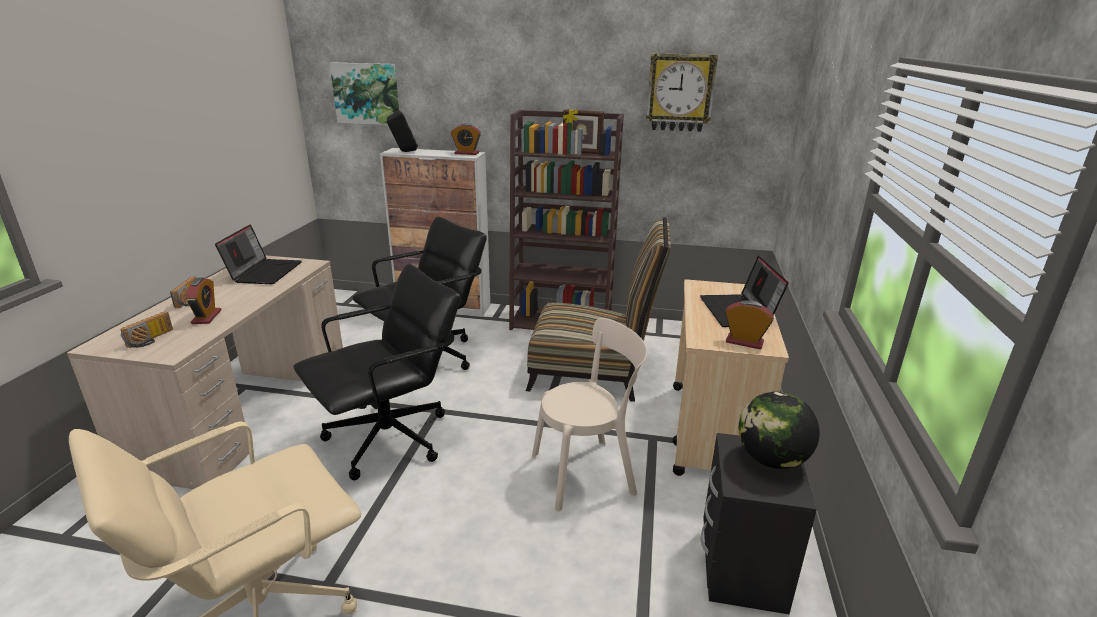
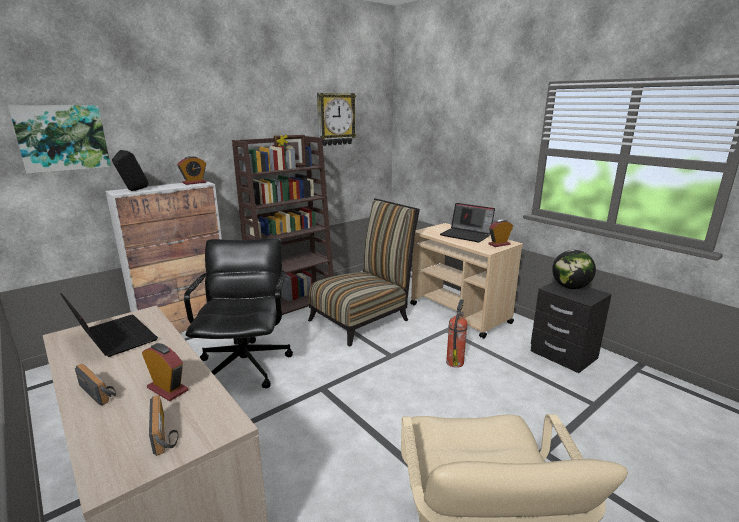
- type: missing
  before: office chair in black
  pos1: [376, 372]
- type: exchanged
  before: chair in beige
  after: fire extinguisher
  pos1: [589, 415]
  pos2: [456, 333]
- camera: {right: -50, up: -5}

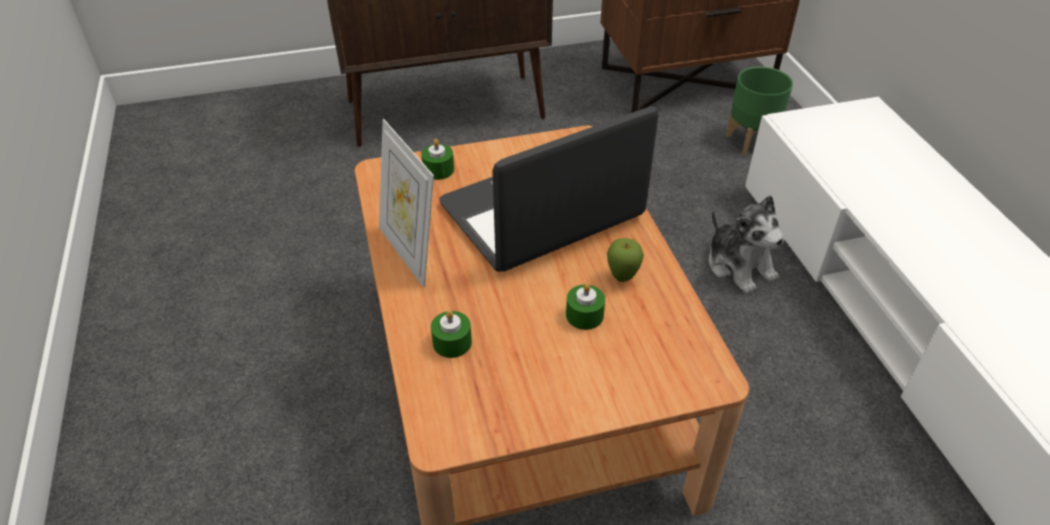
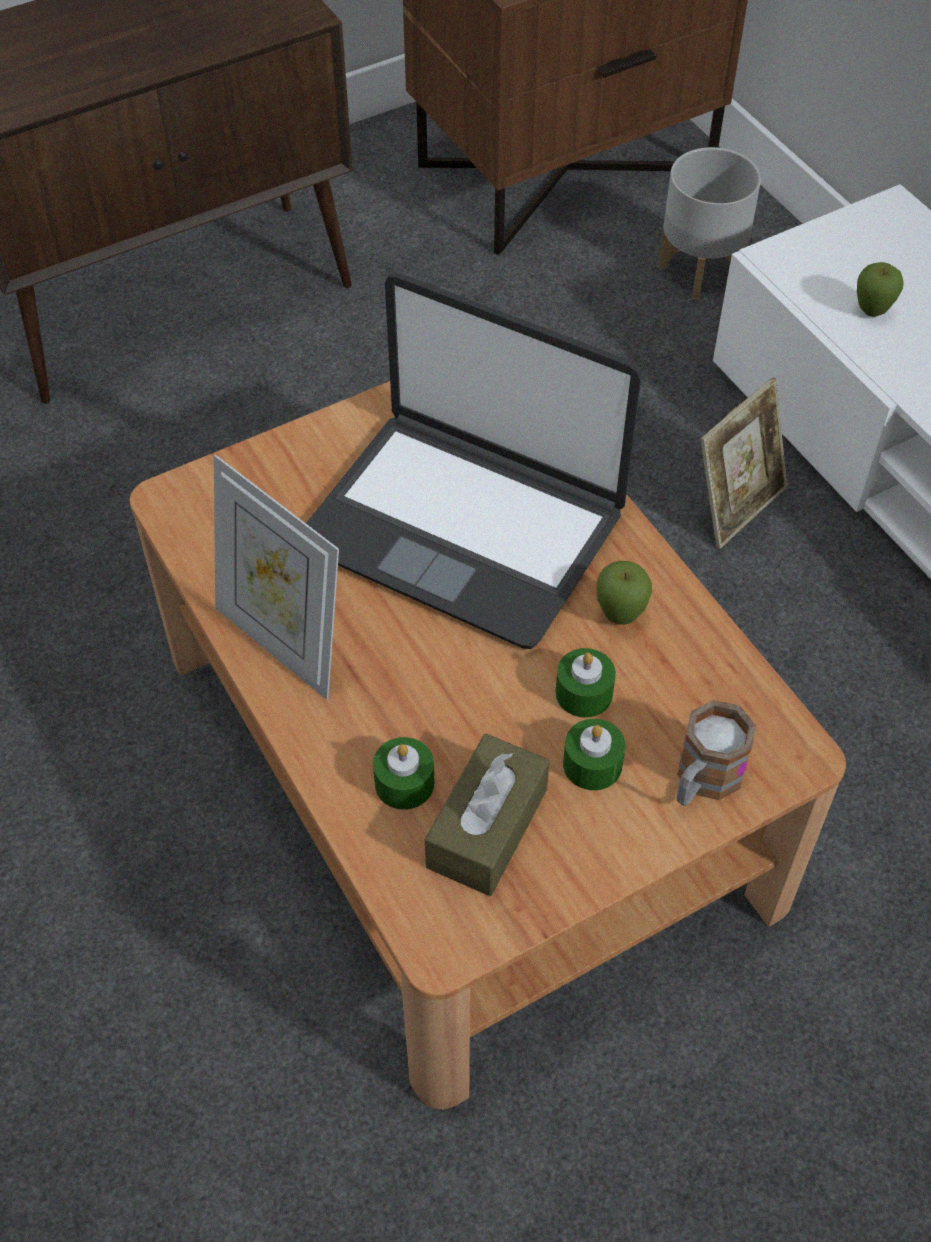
- type: colour
  before: planter in green
  after: planter in grey
  pos1: [759, 111]
  pos2: [709, 223]
- type: spun
  before: laptop
  pos1: [548, 189]
  pos2: [474, 461]
  turn: -105
- type: relocated
  before: candle in green
  pos1: [437, 159]
  pos2: [594, 754]
- type: exchanged
  before: plush toy
  after: picture frame
  pos1: [746, 244]
  pos2: [744, 463]
- type: appeared
  after: apple
  pos2: [880, 289]
- type: appeared
  after: mug
  pos2: [716, 753]
- type: appeared
  after: tissue box in brown
  pos2: [487, 815]
- camera: {right: -15, up: 10}

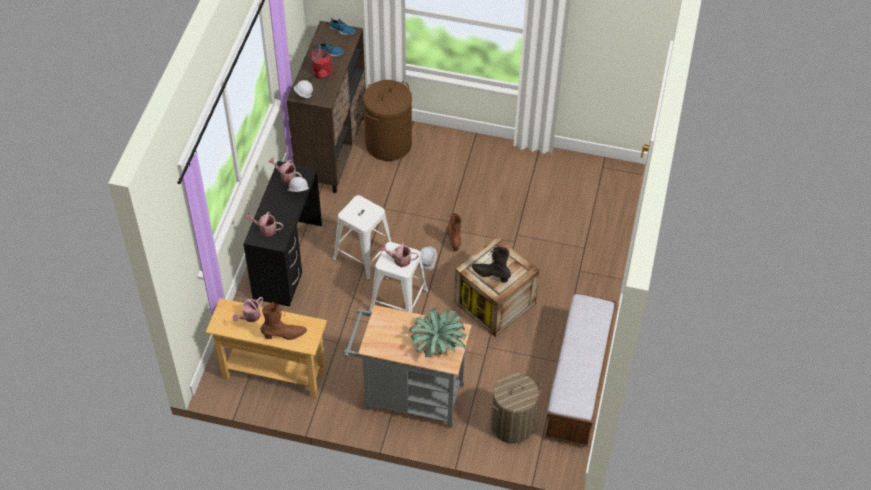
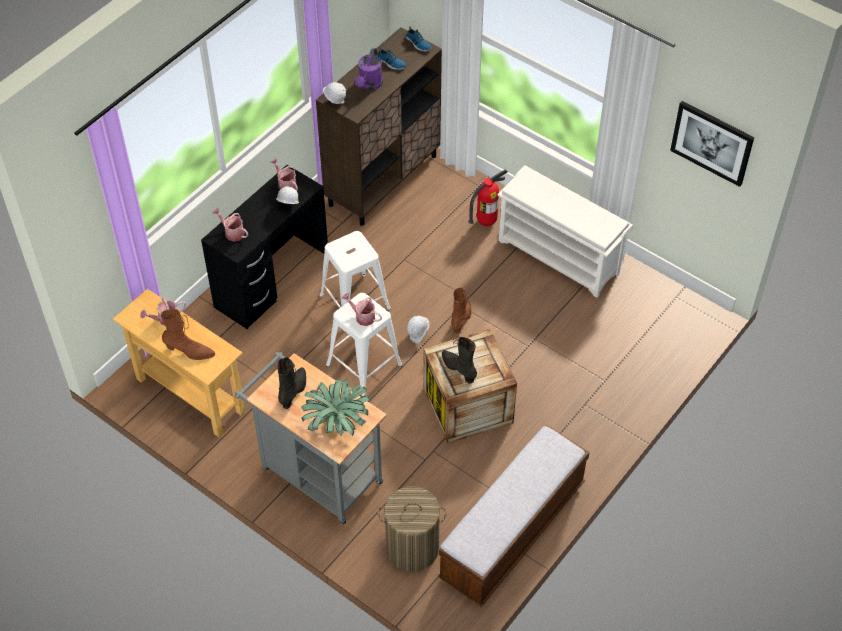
- type: colour
  before: watering can in red
  after: watering can in purple
  pos1: [321, 61]
  pos2: [369, 69]
- type: missing
  before: laundry basket in brown
  pos1: [387, 120]
- type: appeared
  after: picture
  pos2: [712, 144]
- type: appeared
  after: shoe rack in white
  pos2: [565, 231]
- type: appeared
  after: fire extinguisher
  pos2: [487, 197]
- type: appeared
  after: boot in black
  pos2: [292, 383]
- camera: {right: 25, up: 0}

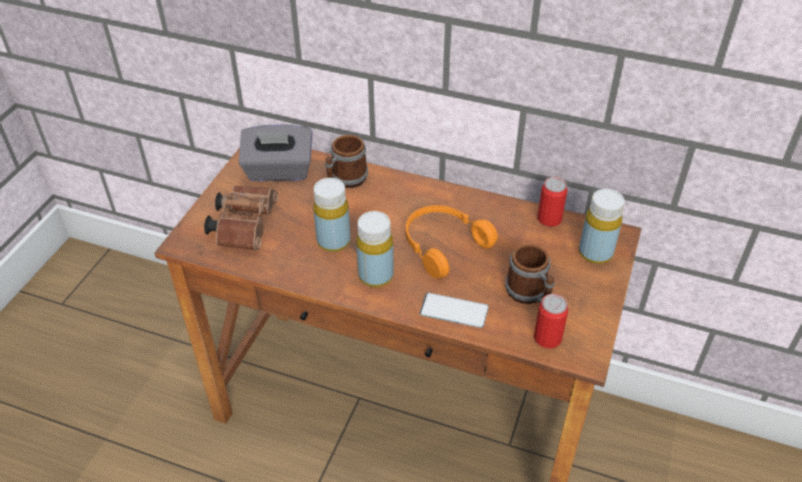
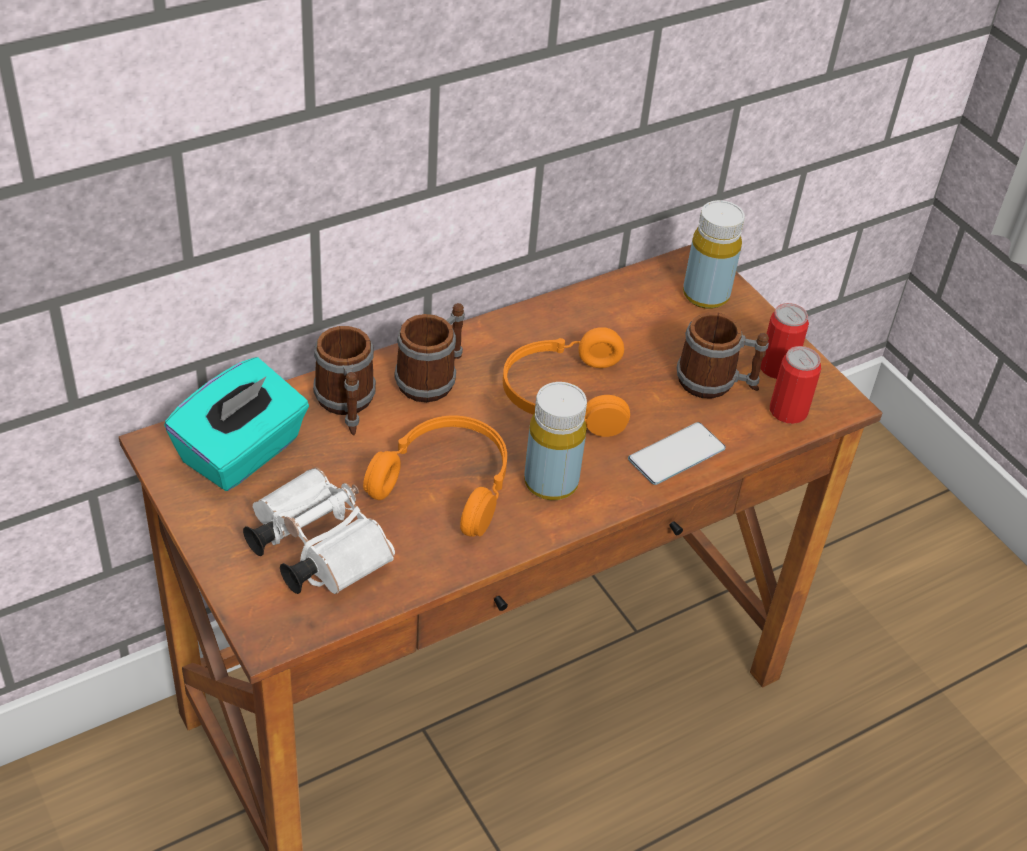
- type: colour
  before: tissue box in grey
  after: tissue box in turquoise
  pos1: [276, 152]
  pos2: [236, 424]
- type: relocated
  before: can
  pos1: [552, 202]
  pos2: [784, 341]
- type: exchanged
  before: bottle in yellow
  after: headphones in orange
  pos1: [332, 215]
  pos2: [435, 476]
- type: colour
  before: binoculars in brown
  after: binoculars in white
  pos1: [241, 218]
  pos2: [319, 530]
- type: appeared
  after: mug
  pos2: [430, 352]
- camera: {right: -55, up: 0}

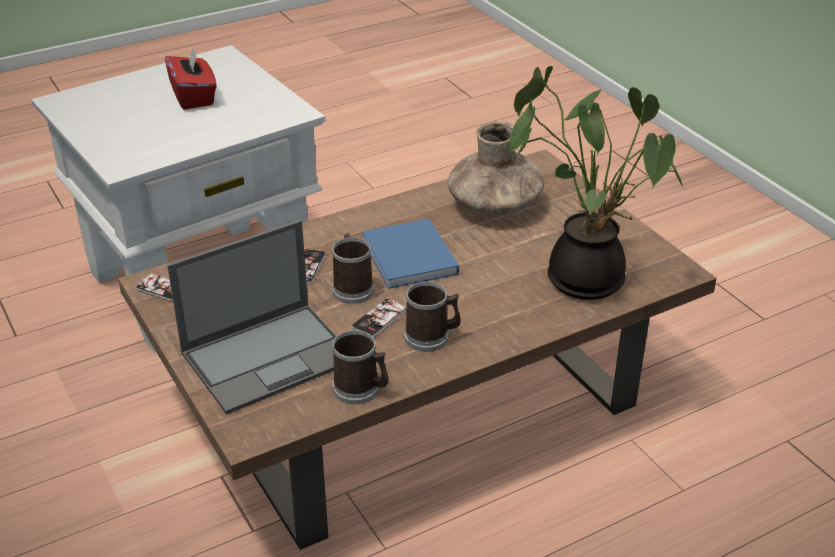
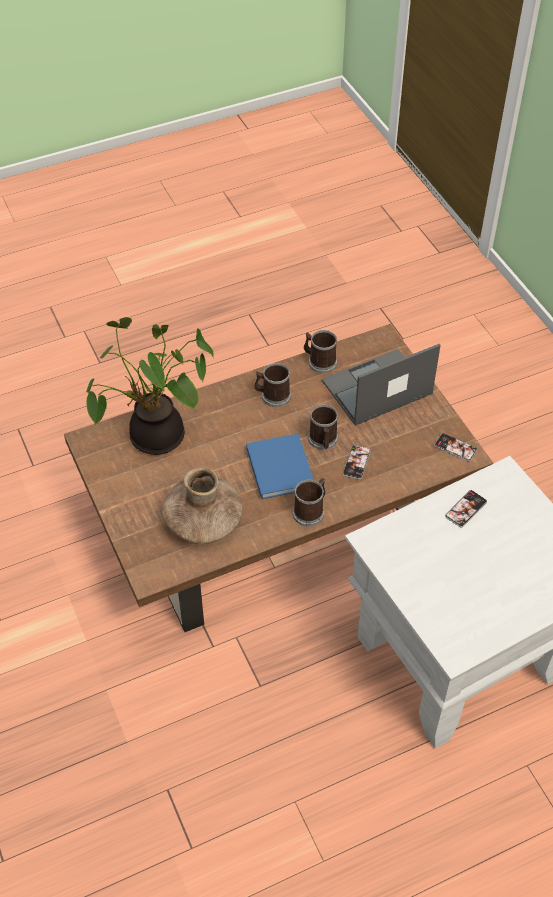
- type: missing
  before: tissue box in red
  pos1: [191, 78]
- type: relocated
  before: phone
  pos1: [379, 317]
  pos2: [466, 508]
- type: appeared
  after: mug
  pos2: [309, 502]
- camera: {right: -175, up: 15}

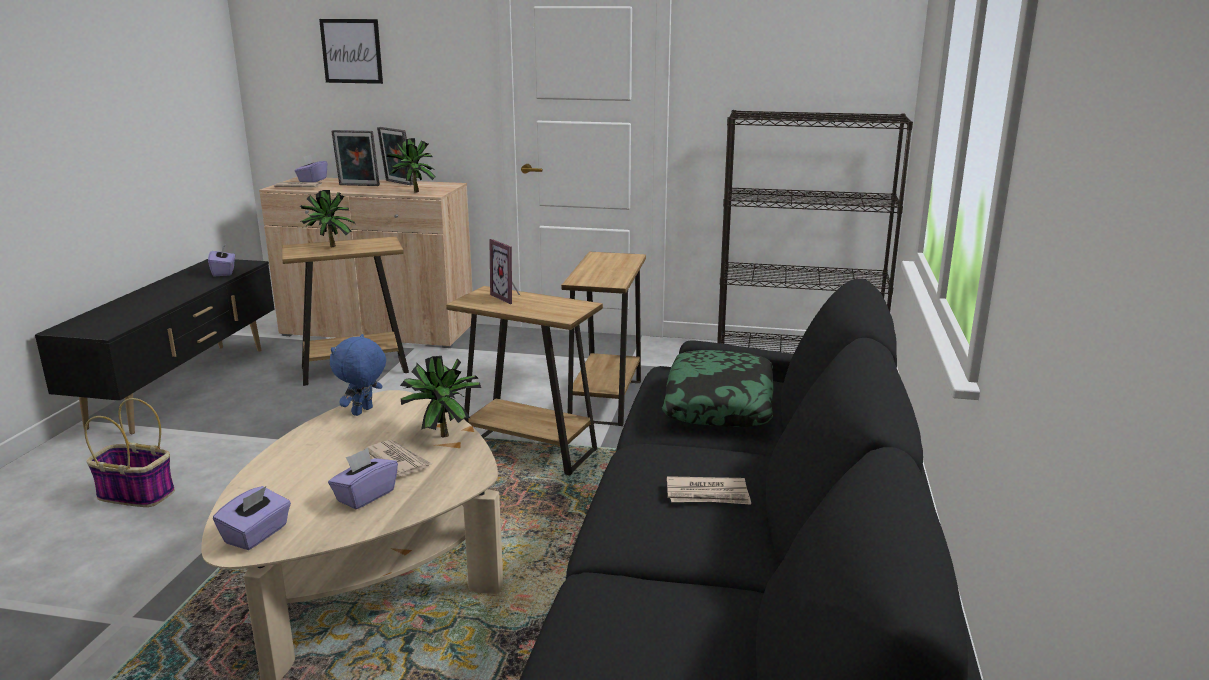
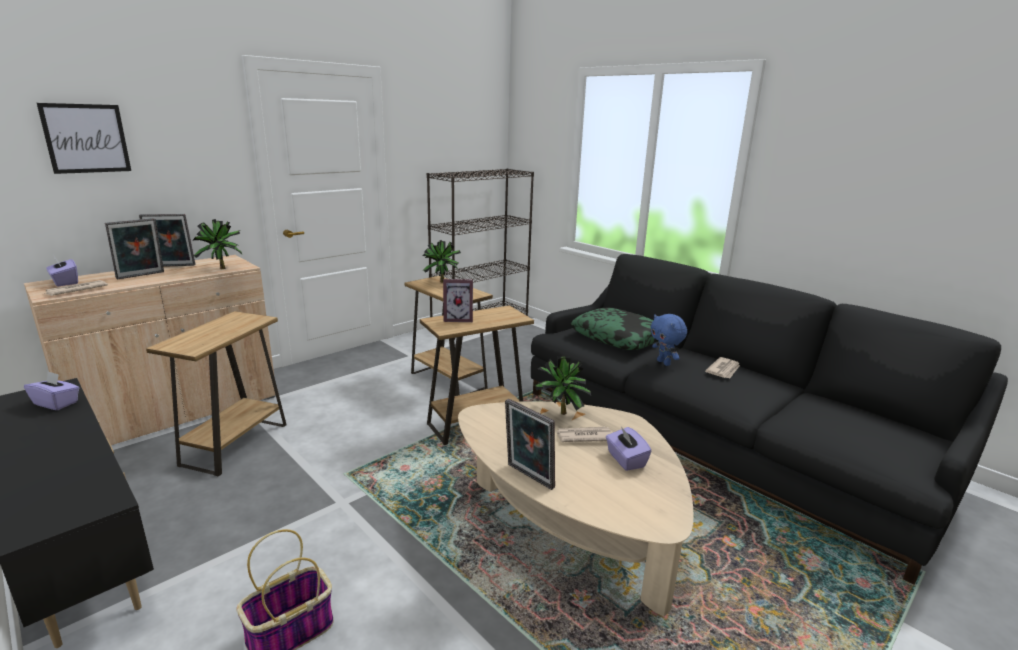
- type: relocated
  before: potted plant
  pos1: [327, 218]
  pos2: [441, 261]
- type: relocated
  before: plush toy in blue
  pos1: [358, 375]
  pos2: [669, 340]
- type: missing
  before: tissue box in purple
  pos1: [252, 518]
- type: appeared
  after: picture frame
  pos2: [530, 444]
- camera: {right: -55, up: 0}

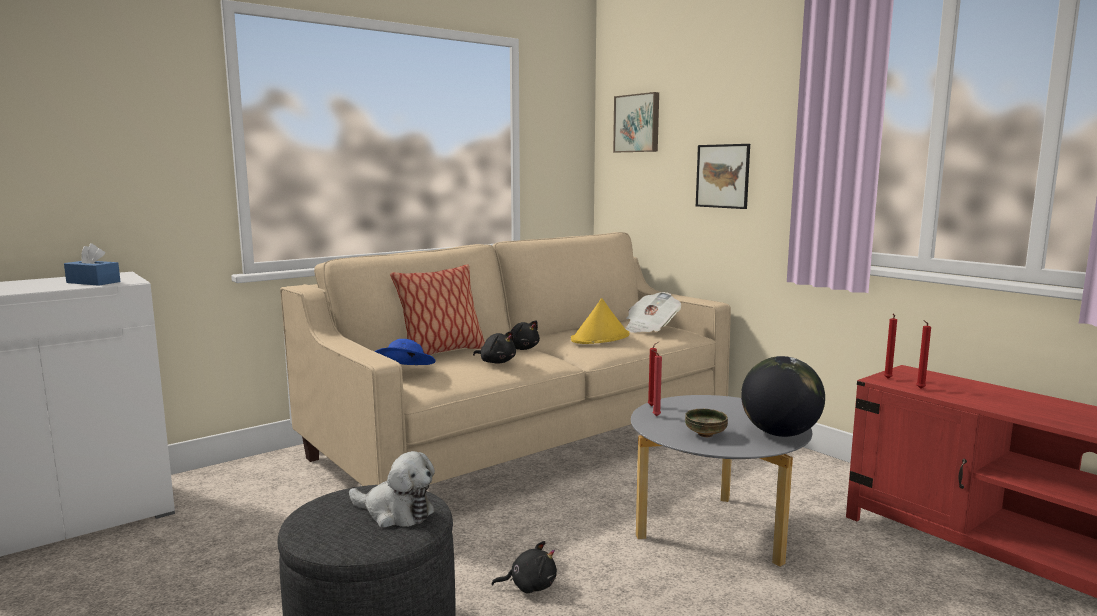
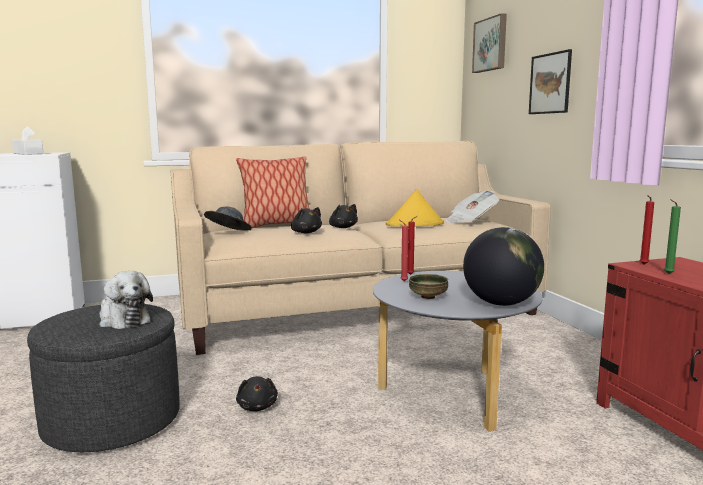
- type: colour
  before: tissue box in blue
  after: tissue box in white
  pos1: [92, 264]
  pos2: [27, 140]
- type: colour
  before: candle in red
  after: candle in green
  pos1: [923, 354]
  pos2: [672, 236]
- type: colour
  before: hat in blue
  after: hat in grey
  pos1: [405, 352]
  pos2: [228, 218]
- type: spun
  before: plush toy in black
  pos1: [524, 567]
  pos2: [257, 393]
  turn: 60
- camera: {right: 20, up: 0}

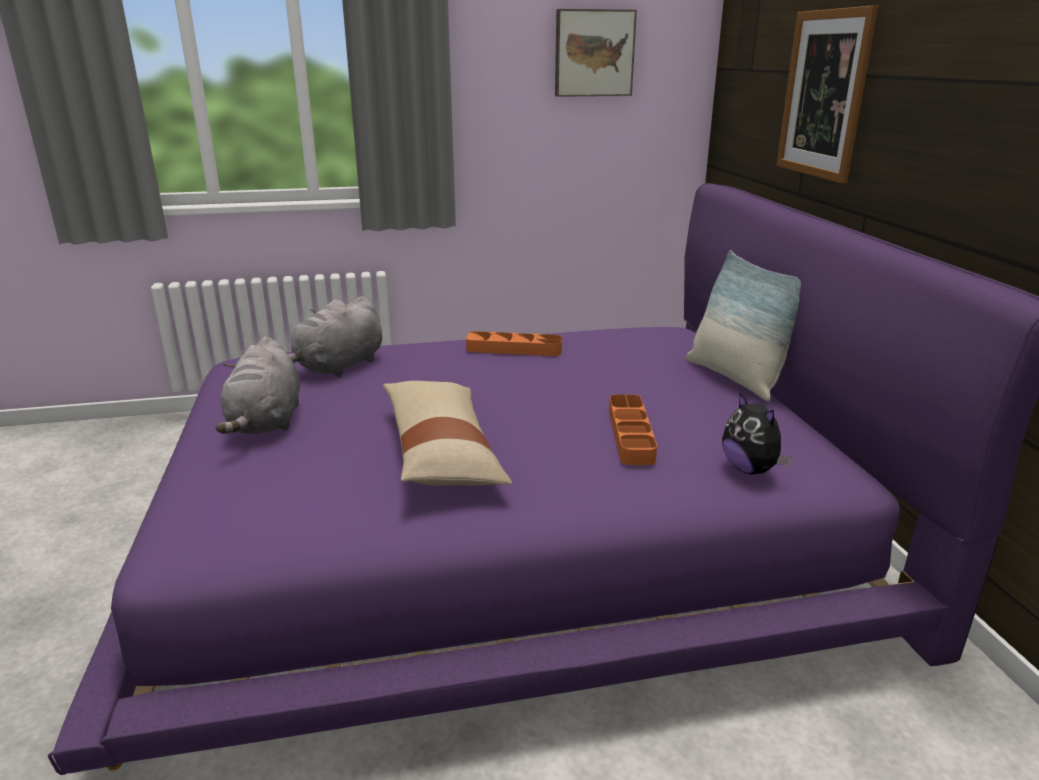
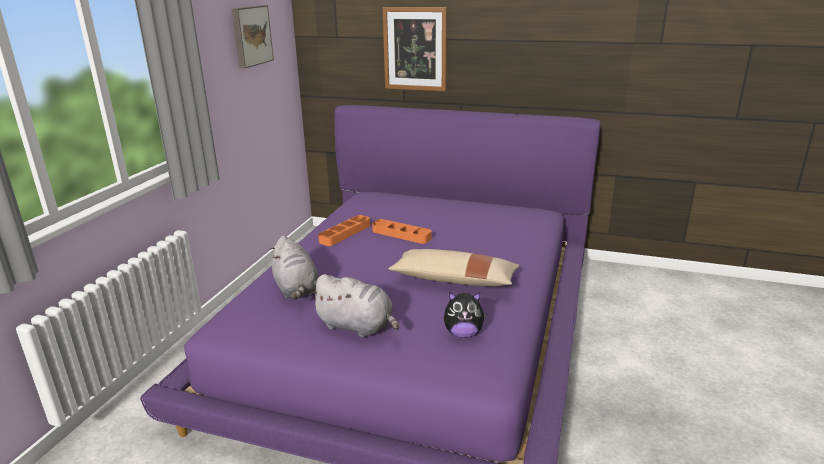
- type: missing
  before: pillow
  pos1: [743, 325]
- type: relocated
  before: plush toy
  pos1: [757, 433]
  pos2: [465, 315]
- type: relocated
  before: tray in orange
  pos1: [633, 429]
  pos2: [402, 231]
- camera: {right: -60, up: 0}

